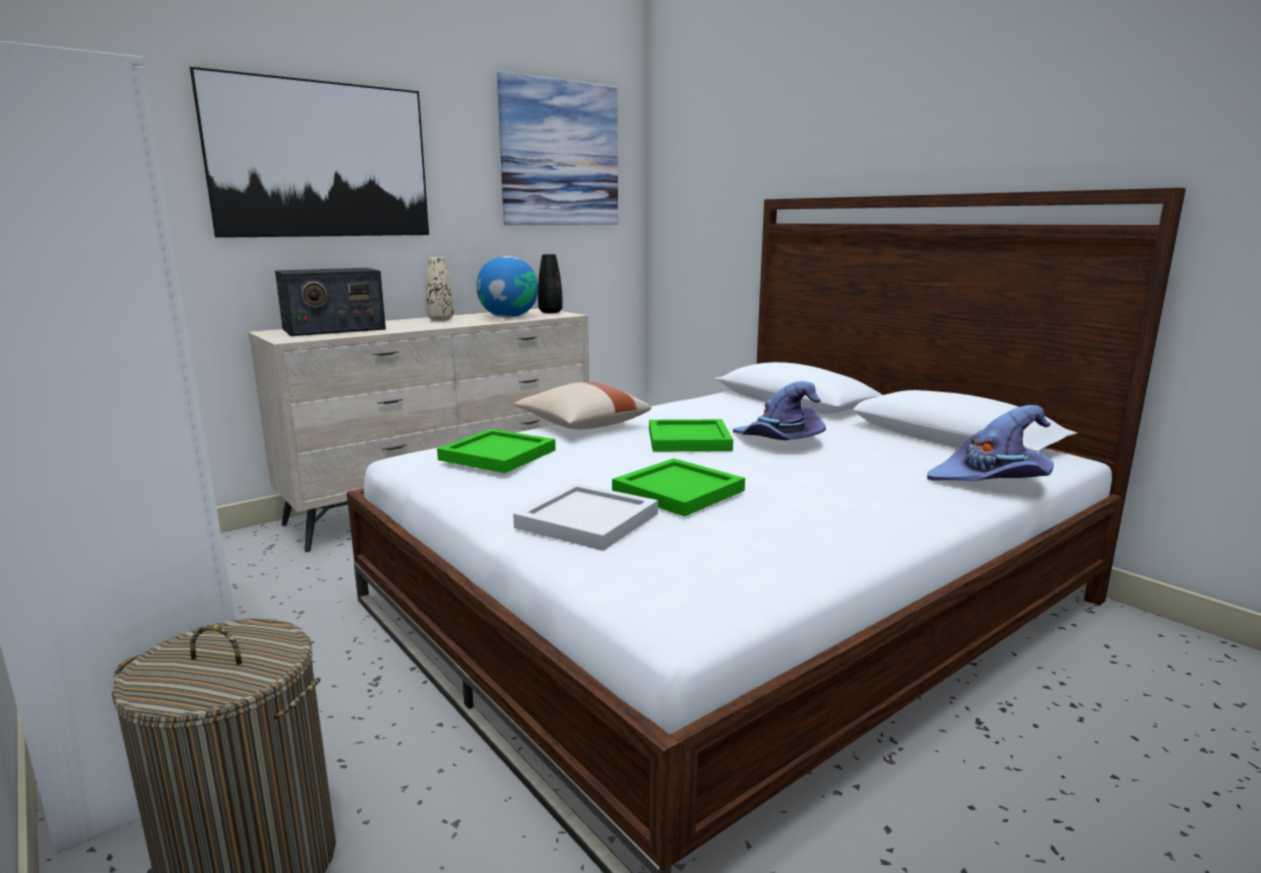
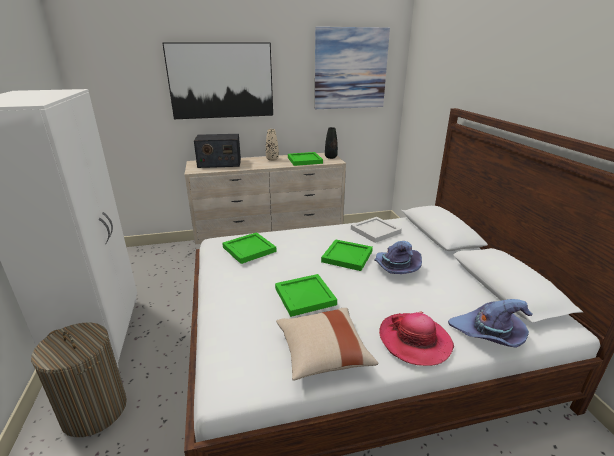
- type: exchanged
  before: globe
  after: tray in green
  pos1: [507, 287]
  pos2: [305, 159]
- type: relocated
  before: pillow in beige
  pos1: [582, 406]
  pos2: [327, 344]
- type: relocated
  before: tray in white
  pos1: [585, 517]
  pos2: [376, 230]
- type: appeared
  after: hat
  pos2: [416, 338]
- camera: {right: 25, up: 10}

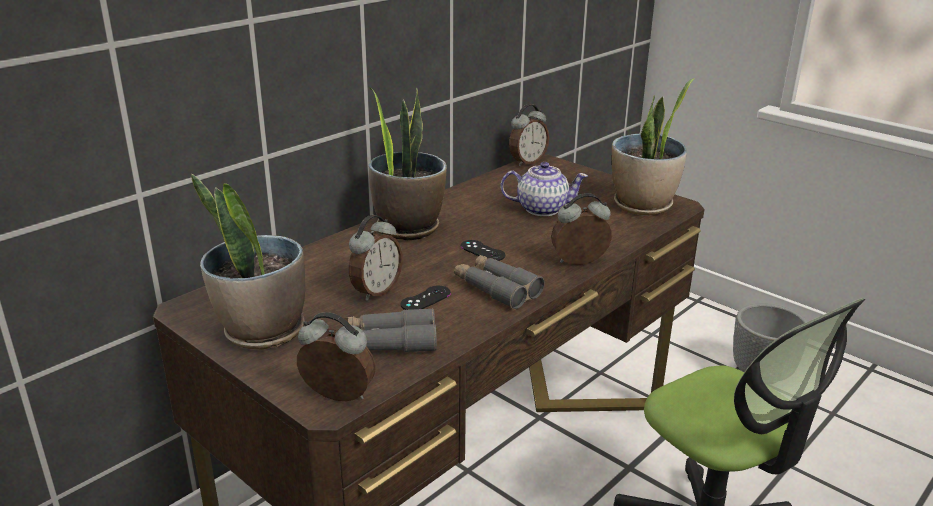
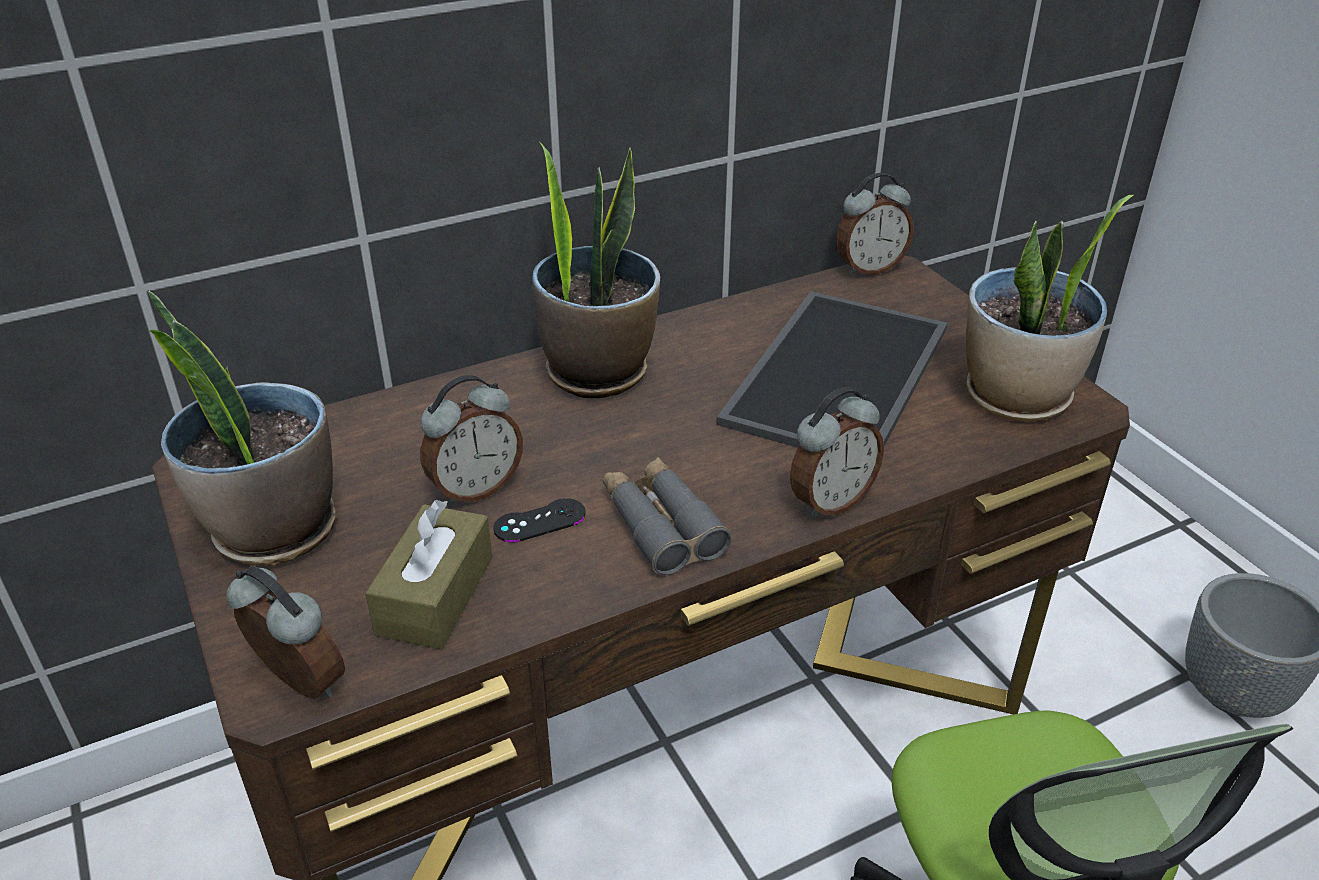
- type: exchanged
  before: teapot
  after: tray
  pos1: [544, 189]
  pos2: [832, 369]
- type: spun
  before: alarm clock
  pos1: [581, 229]
  pos2: [837, 453]
  turn: 135
- type: missing
  before: game controller in black
  pos1: [483, 250]
- type: exchanged
  before: binoculars in grey
  after: tissue box in brown
  pos1: [390, 330]
  pos2: [429, 574]
- camera: {right: 20, up: 10}

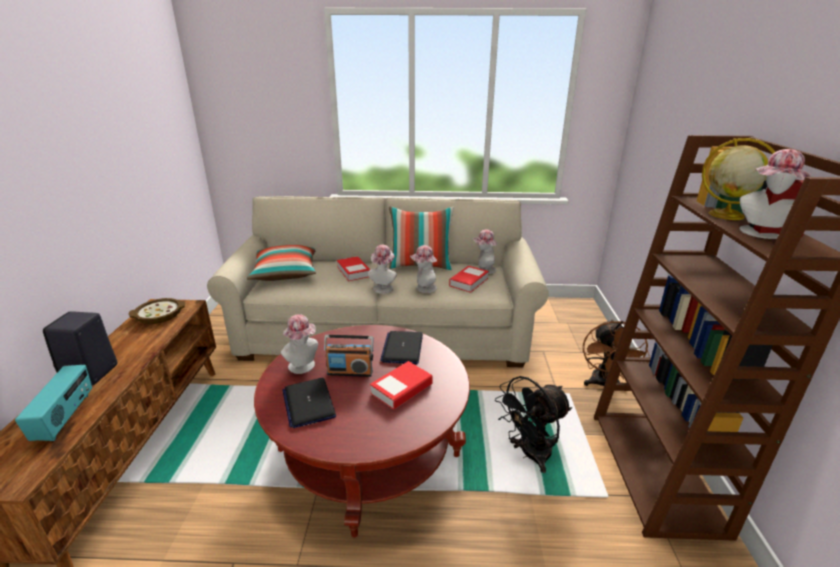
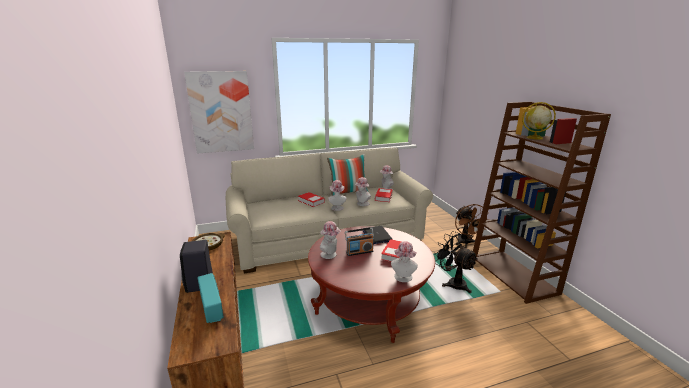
- type: relocated
  before: hat
  pos1: [775, 194]
  pos2: [404, 261]
- type: missing
  before: pillow
  pos1: [281, 263]
- type: spun
  before: fan in black
  pos1: [533, 424]
  pos2: [456, 262]
  turn: 105
- type: missing
  before: laptop
  pos1: [309, 403]
- type: appeared
  after: picture
  pos2: [219, 112]
- camera: {right: -20, up: -5}

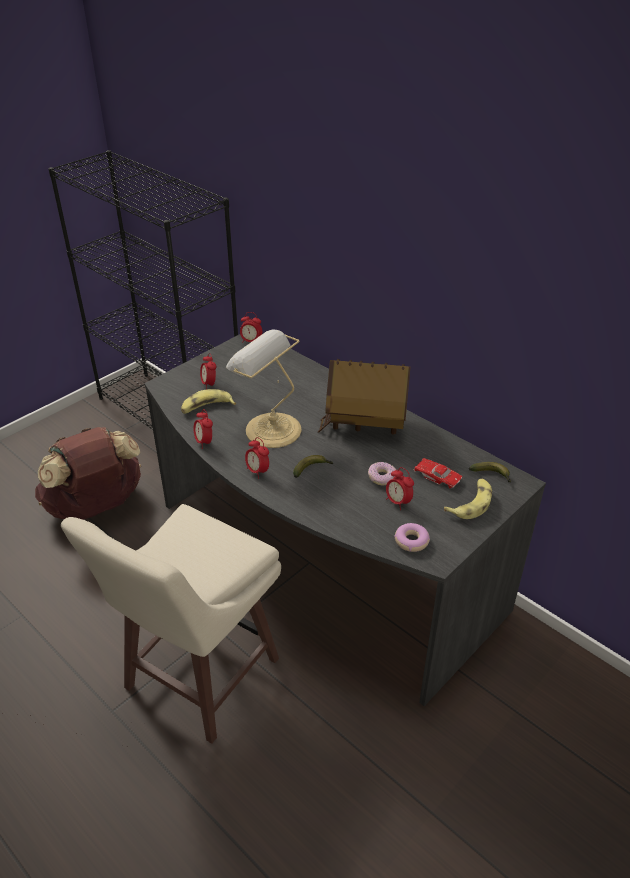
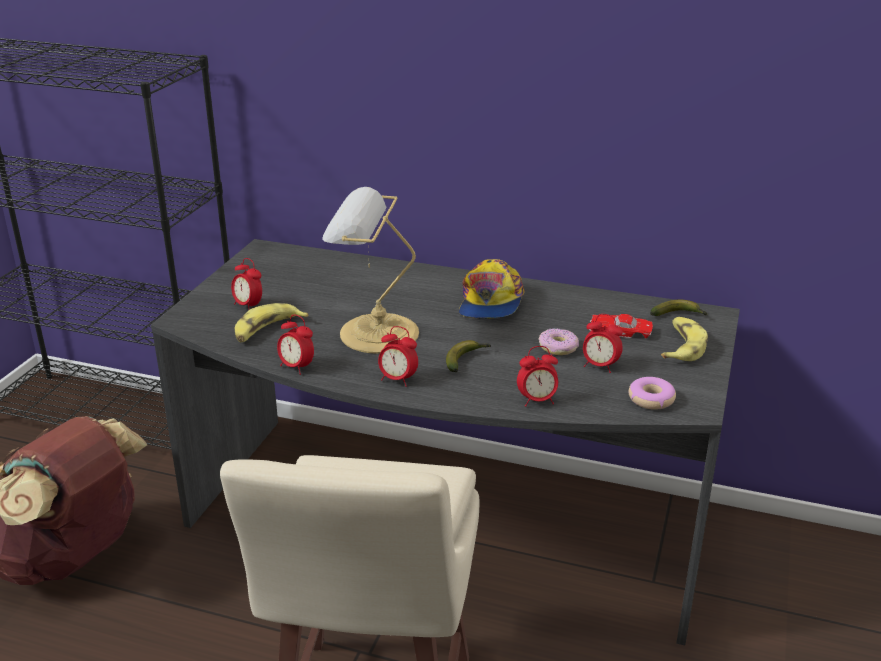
- type: relocated
  before: alarm clock
  pos1: [251, 327]
  pos2: [537, 376]
- type: exchanged
  before: toy house
  after: cap
  pos1: [364, 397]
  pos2: [492, 289]
- camera: {right: -25, up: -10}

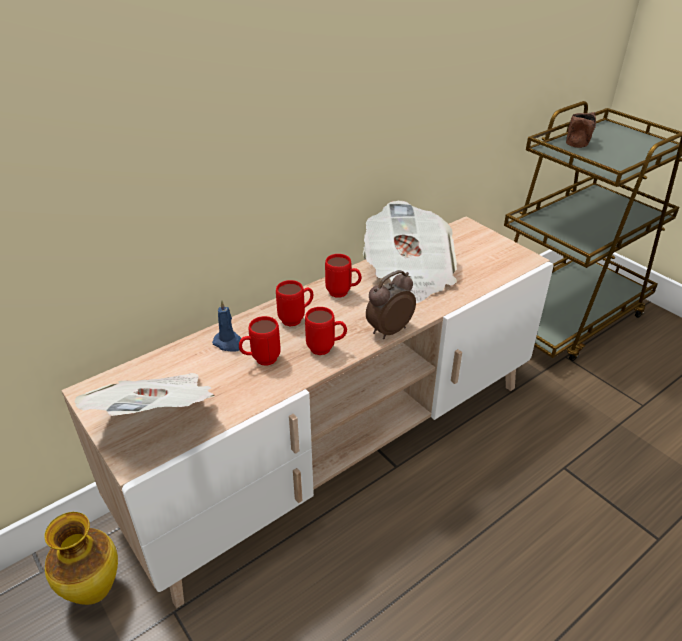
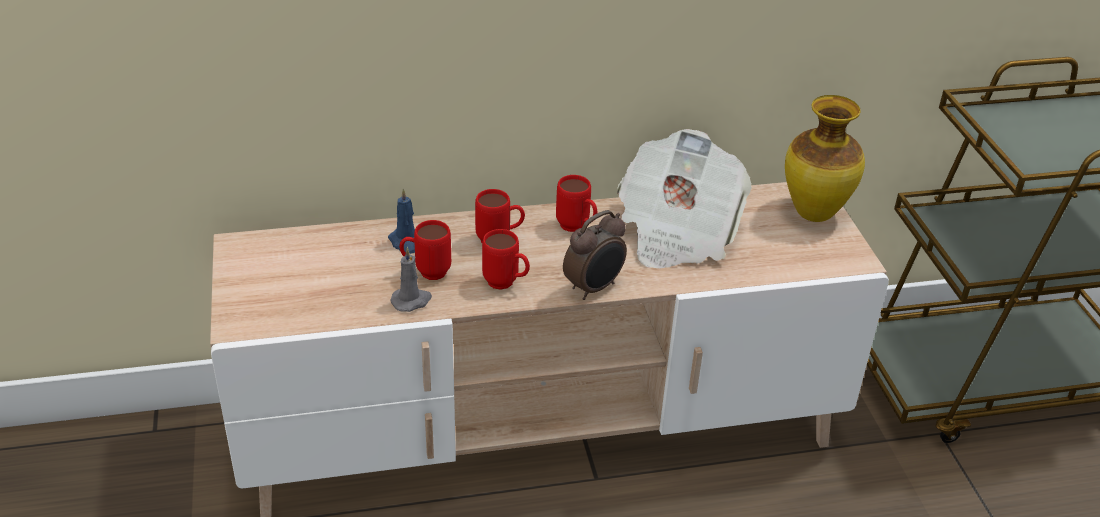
- type: missing
  before: mug in brown
  pos1: [581, 130]
- type: spun
  before: alarm clock
  pos1: [391, 304]
  pos2: [595, 255]
  turn: 150
- type: missing
  before: newspaper
  pos1: [144, 394]
- type: relocated
  before: vase
  pos1: [81, 558]
  pos2: [825, 158]
- type: appeared
  after: candle in grey
  pos2: [411, 279]
- camera: {right: 25, up: 0}

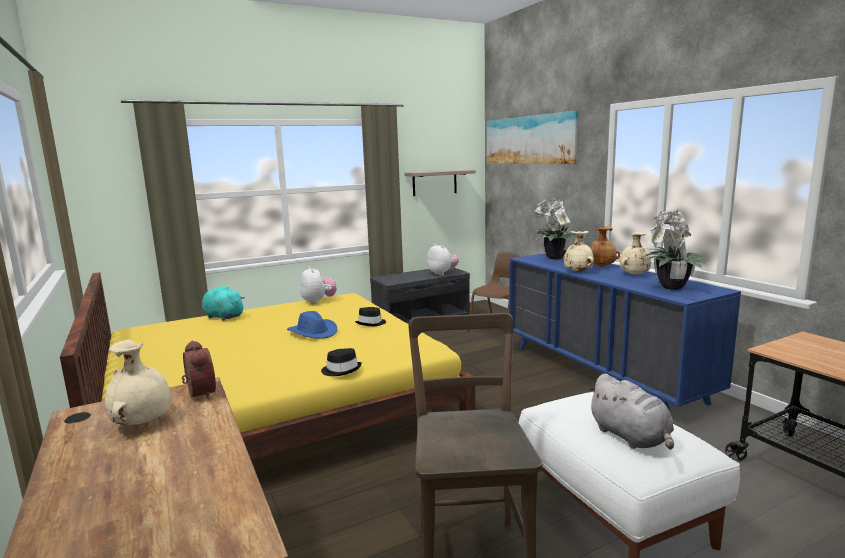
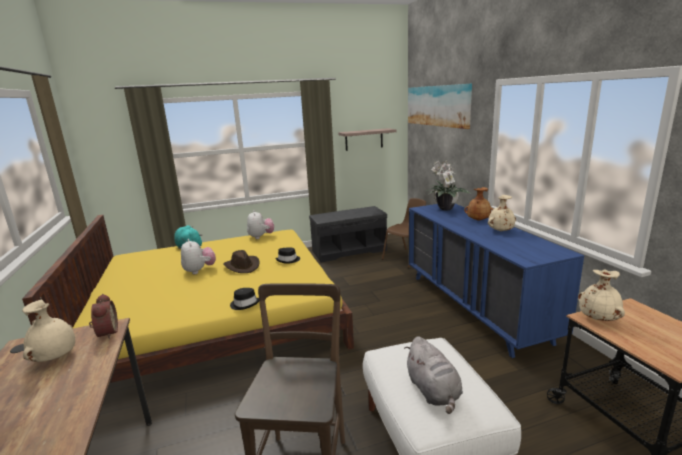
- type: missing
  before: potted plant
  pos1: [675, 249]
- type: relocated
  before: vase in beige
  pos1: [579, 251]
  pos2: [601, 295]
- type: relocated
  before: plush toy
  pos1: [443, 260]
  pos2: [198, 256]
- type: colour
  before: hat in blue
  after: hat in brown
  pos1: [312, 325]
  pos2: [241, 261]
- camera: {right: 10, up: 5}

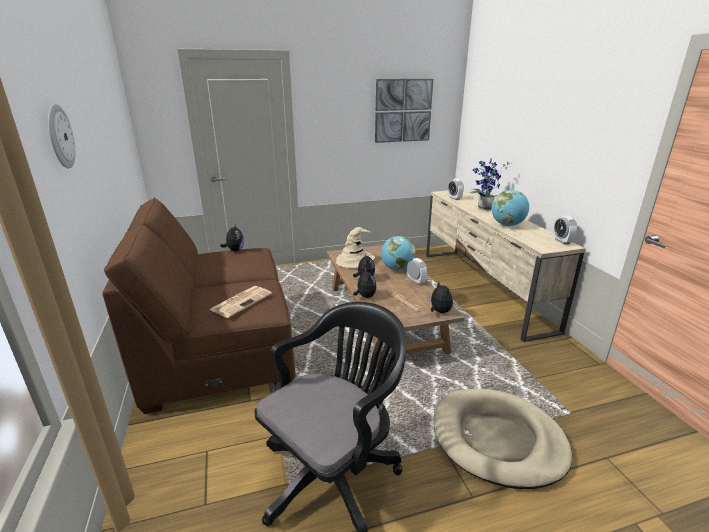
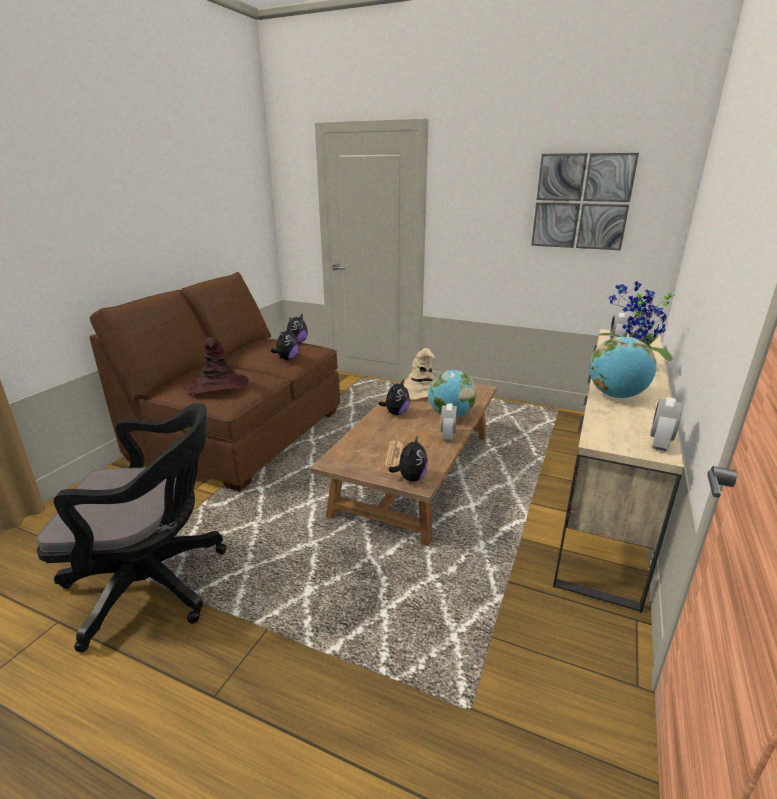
- type: missing
  before: wall clock
  pos1: [61, 136]
- type: relocated
  before: plush toy
  pos1: [365, 282]
  pos2: [285, 343]
- type: exchanged
  before: newspaper
  after: hat in brown
  pos1: [240, 302]
  pos2: [216, 366]
- type: missing
  before: dog bed in beige
  pos1: [503, 439]
- camera: {right: 40, up: 0}

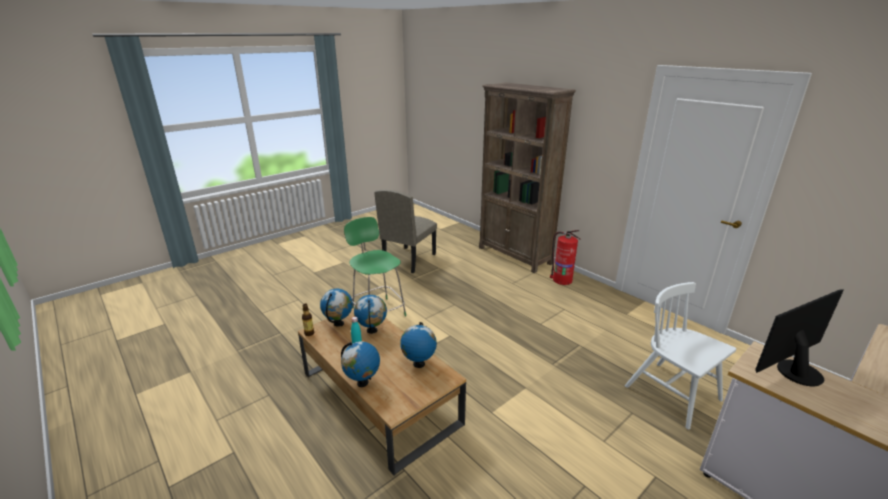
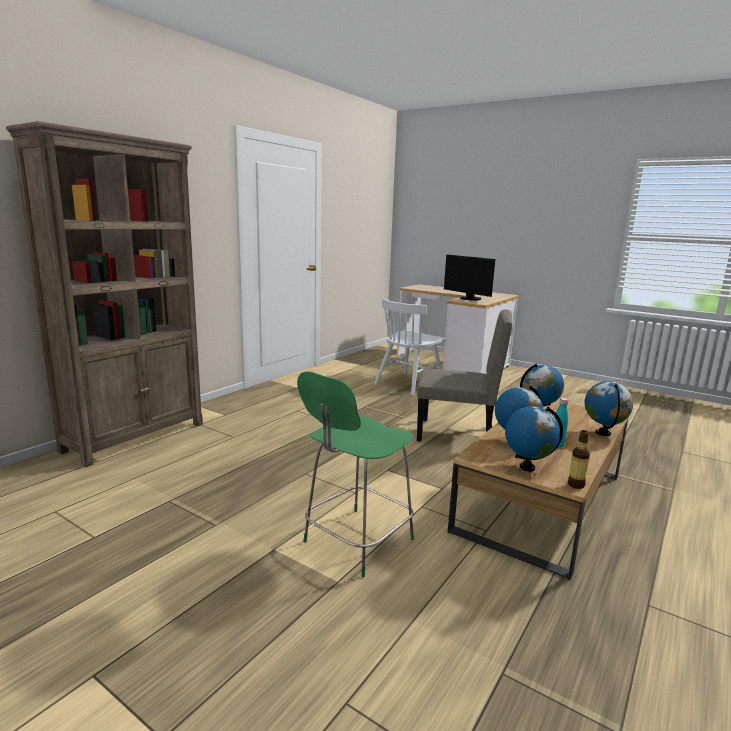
- type: relocated
  before: chair in beige
  pos1: [405, 231]
  pos2: [464, 375]
- type: missing
  before: fire extinguisher
  pos1: [565, 257]
- camera: {right: -105, up: -10}

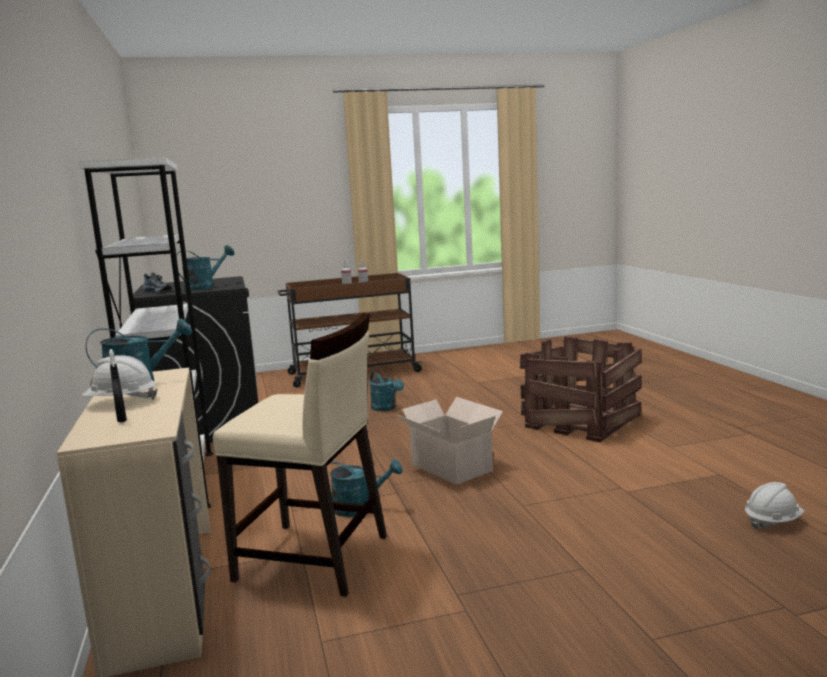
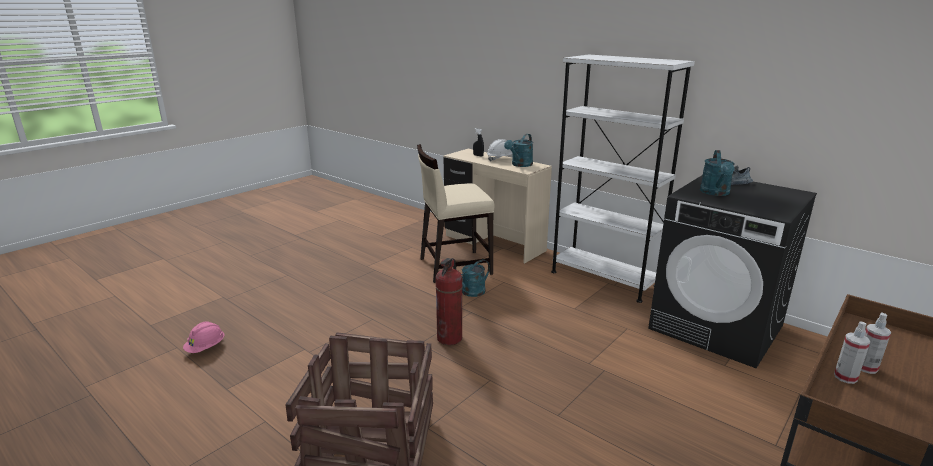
- type: missing
  before: watering can in turquoise
  pos1: [386, 391]
- type: exchanged
  before: cardboard box
  after: fire extinguisher
  pos1: [449, 441]
  pos2: [449, 301]
- type: colour
  before: hard hat in white
  after: hard hat in pink
  pos1: [775, 506]
  pos2: [204, 337]
- camera: {right: 145, up: 10}

